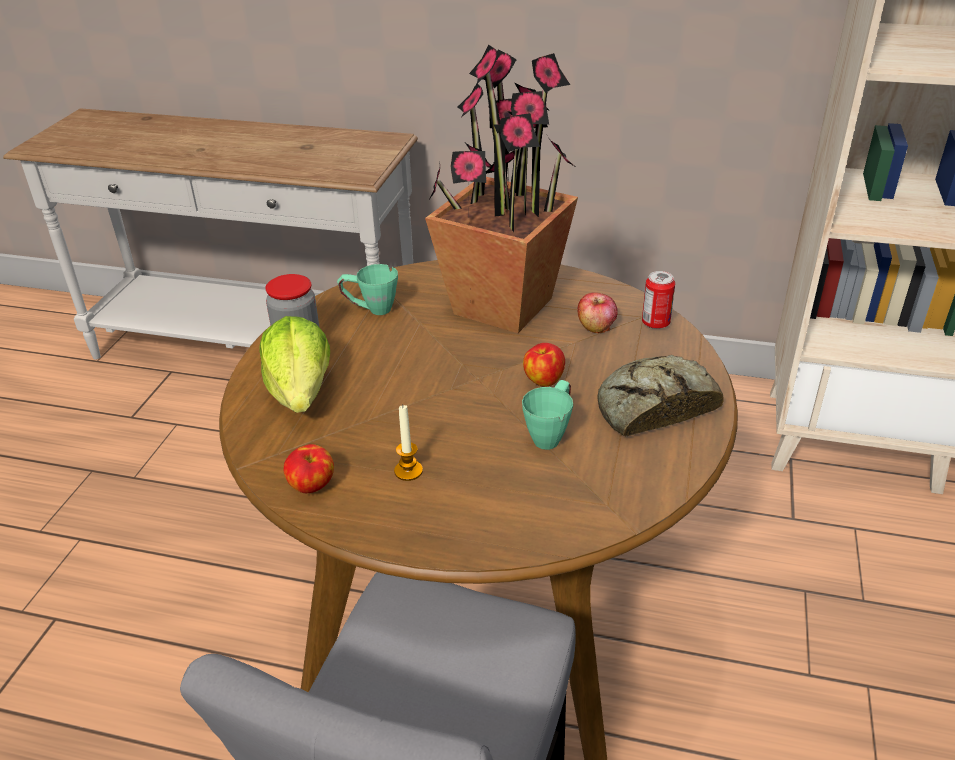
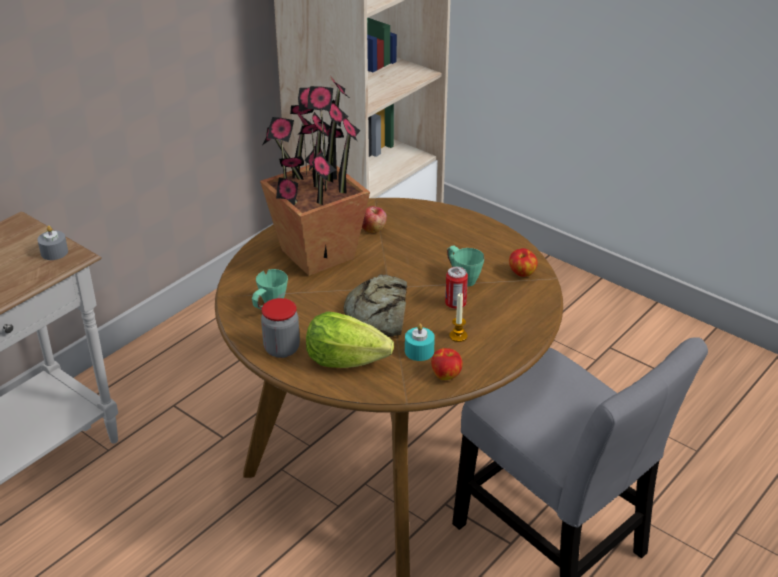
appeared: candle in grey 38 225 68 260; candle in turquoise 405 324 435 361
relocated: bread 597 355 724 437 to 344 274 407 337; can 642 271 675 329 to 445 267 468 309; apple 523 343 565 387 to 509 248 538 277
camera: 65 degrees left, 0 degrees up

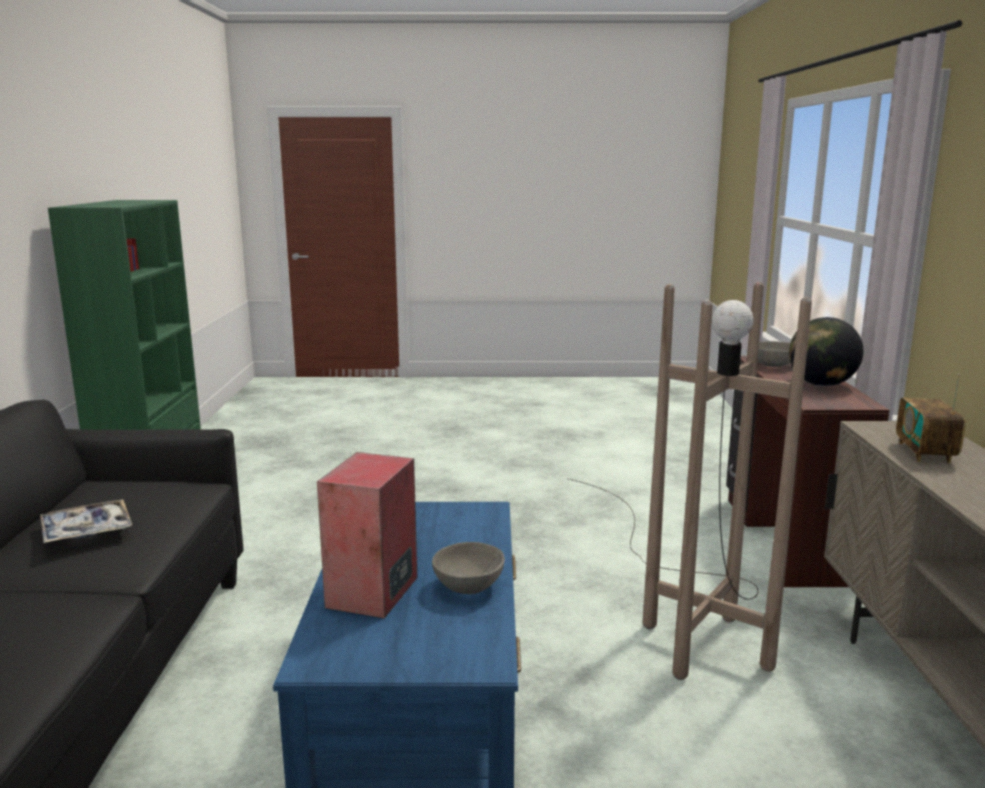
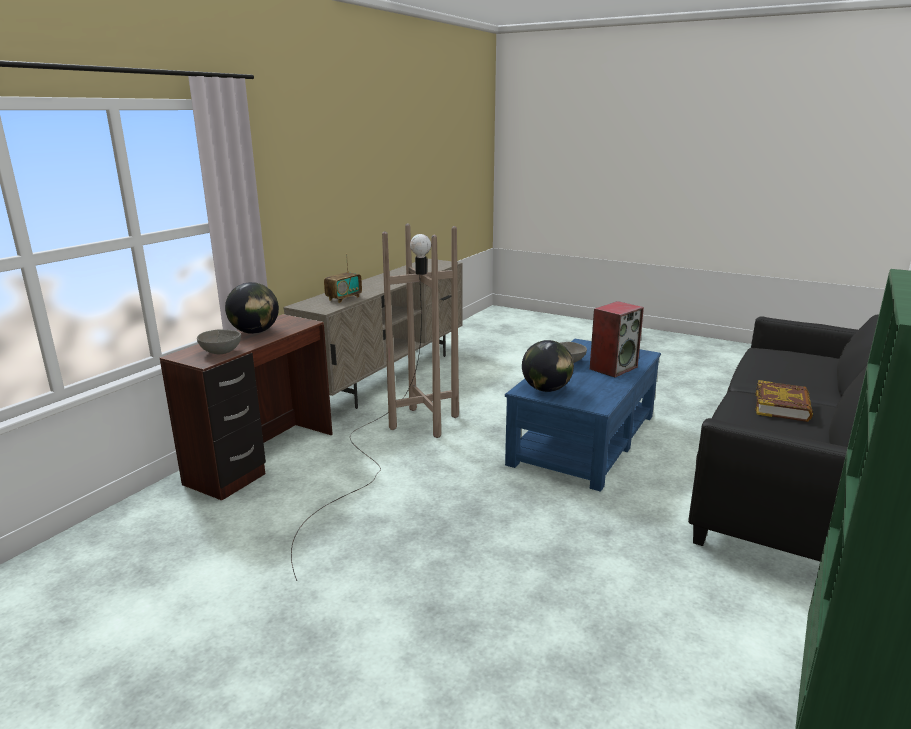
appeared: globe 522 340 574 392
exchanged: tray 40 499 132 543 to book 755 380 813 422
camera: 150 degrees left, 5 degrees up

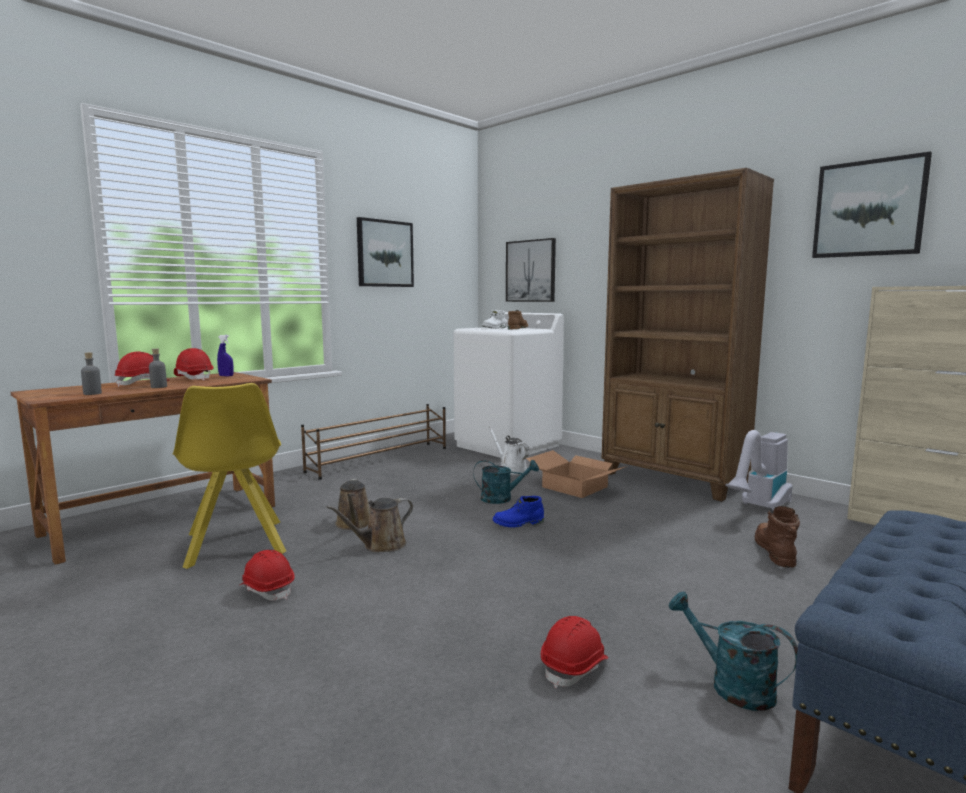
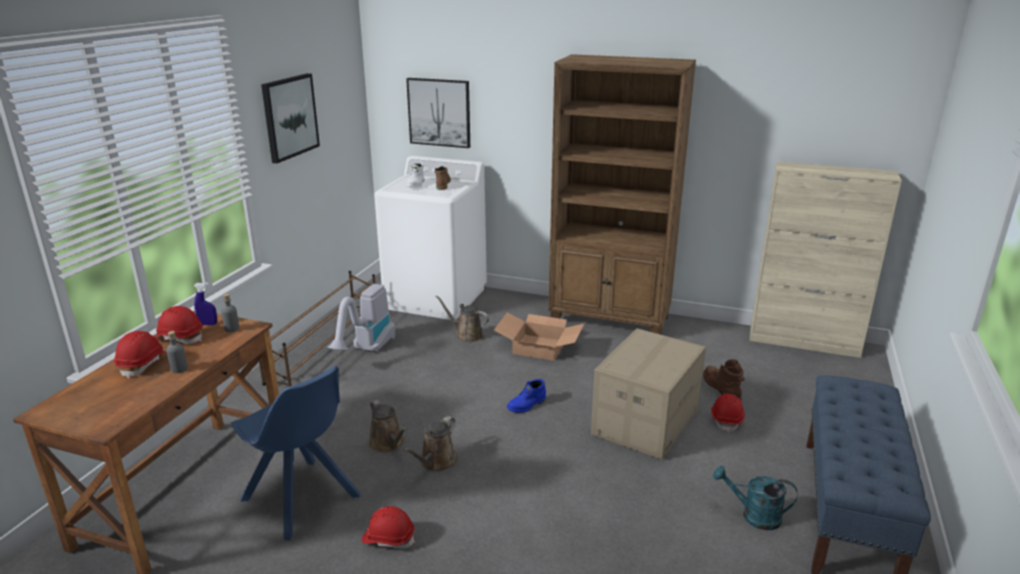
missing: watering can in turquoise 473 460 539 504; picture 812 151 932 258
appeared: cardboard box 591 328 706 460
relocated: bottle in grey 81 352 102 395 to 221 294 239 332; vacuum cleaner 725 430 793 511 to 328 284 395 352; hard hat in red 541 616 608 688 to 711 394 745 433
colour: chair in yellow 173 383 286 569 to chair in blue 231 366 360 540; watering can in white 488 427 530 474 to watering can in brown 435 295 489 342
camera: 25 degrees left, 15 degrees up

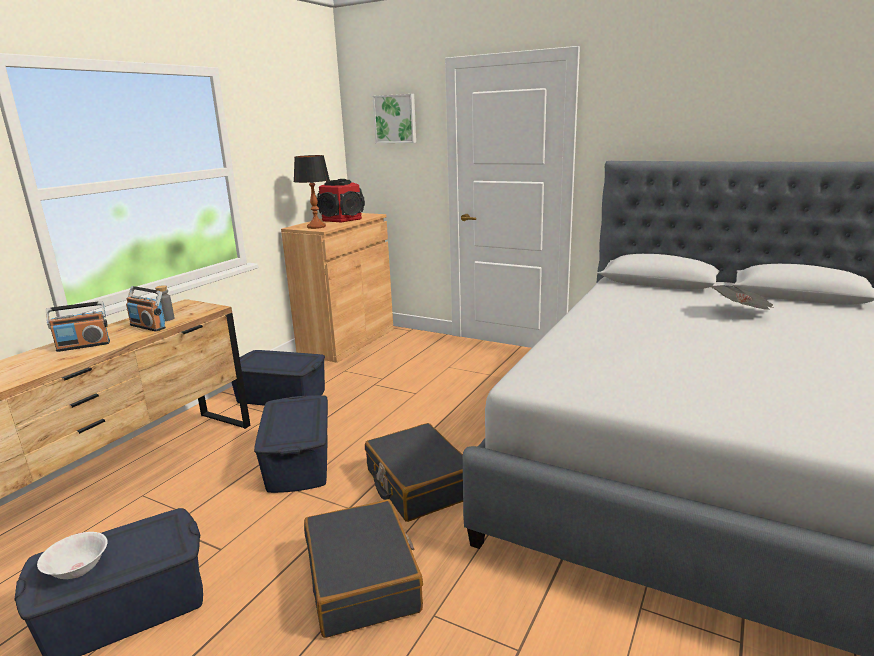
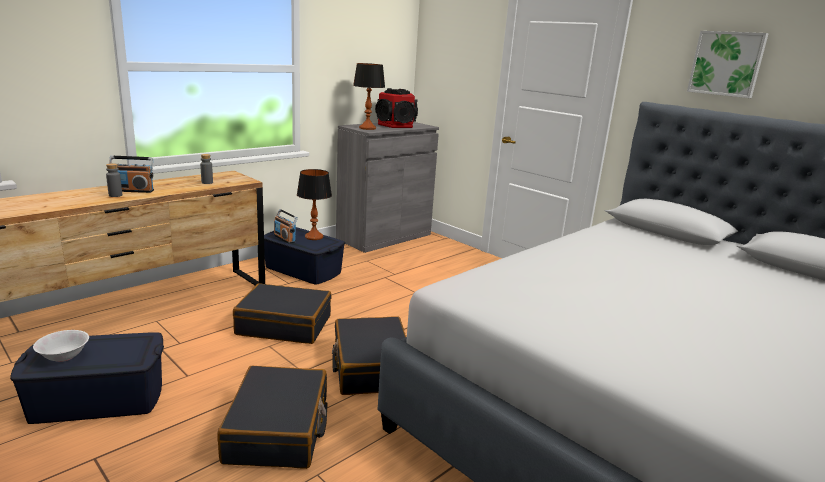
missing: newspaper 710 285 774 310
appeared: bottle in grey 106 163 122 197; table lamp 297 169 332 240
relocated: radio 126 286 166 332 to 274 209 298 244; picture 373 94 416 143 to 687 31 769 98
exchanged: storage box in blue 254 395 328 493 to suitcase in black 233 283 332 344
colour: cabinet in brown 281 213 394 363 to cabinet in grey 336 122 439 253
camera: 15 degrees right, 0 degrees up

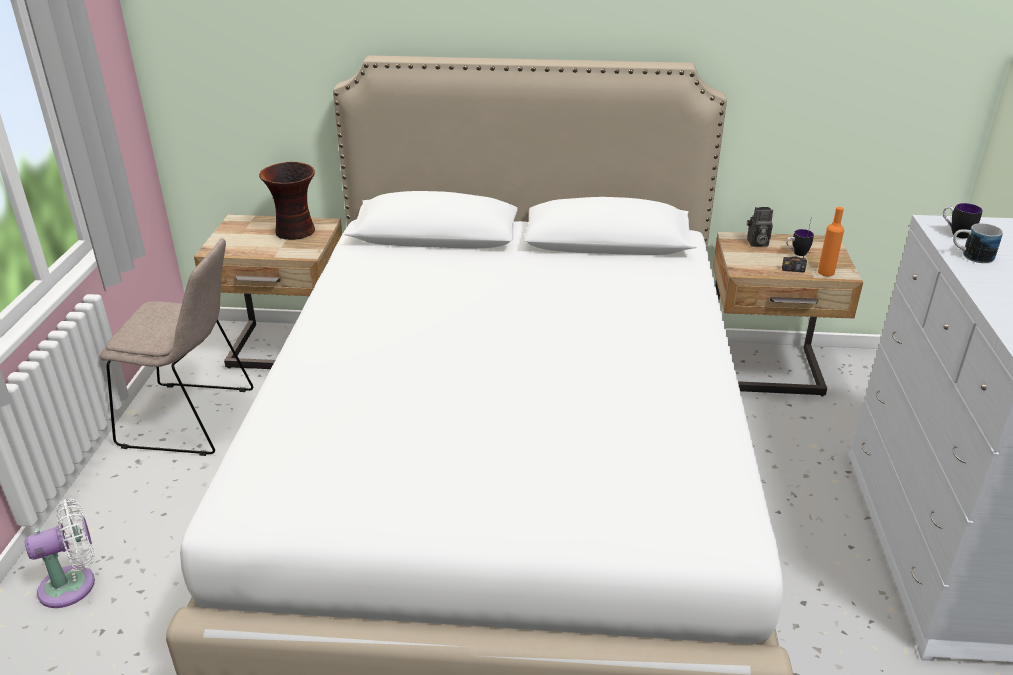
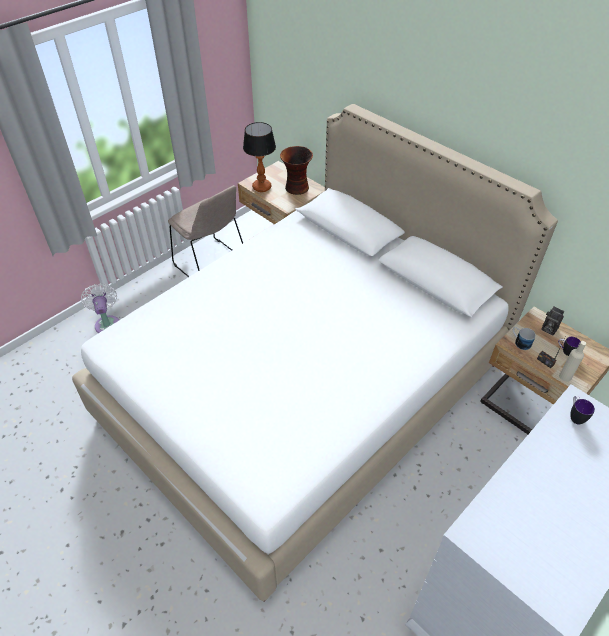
appeared: table lamp 243 122 276 192
relocated: mug 953 223 1003 263 to 513 327 536 350
colour: bottle in orange 818 207 844 277 to bottle in beige 559 341 586 382
spun: fan in white 25 499 95 608 = 81 283 119 333 120 degrees counterclockwise
camera: 40 degrees right, 15 degrees up

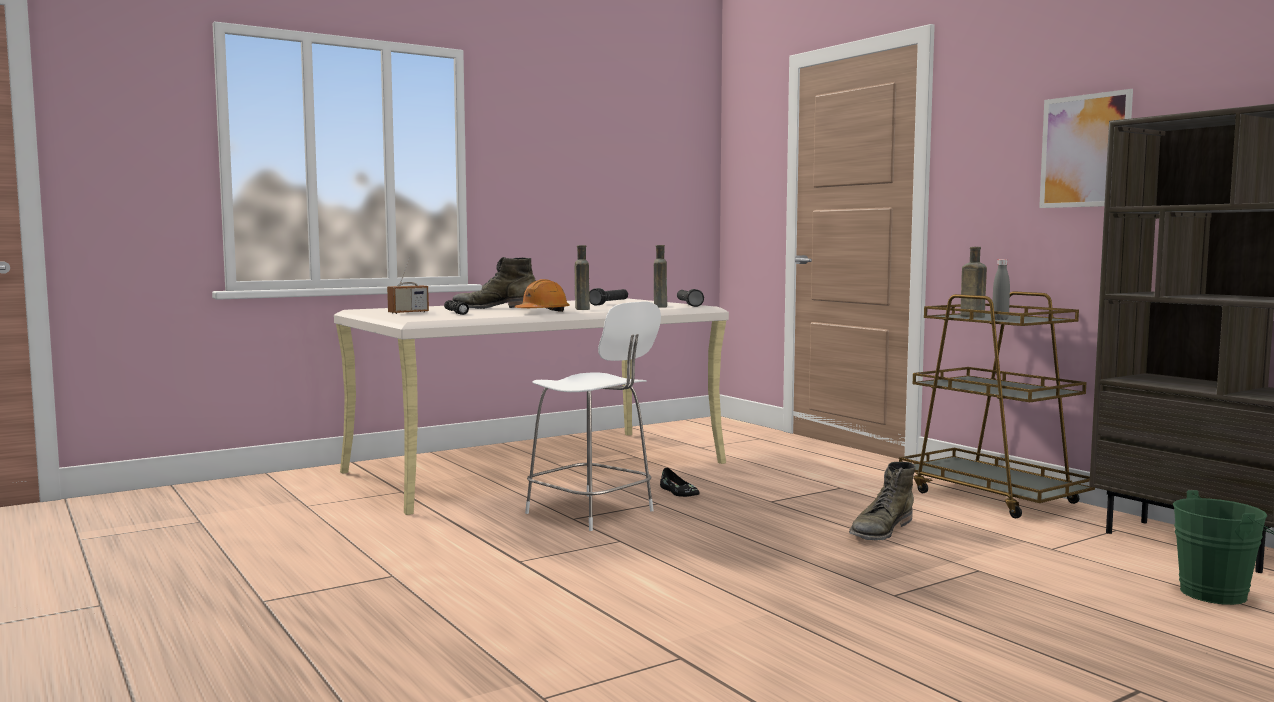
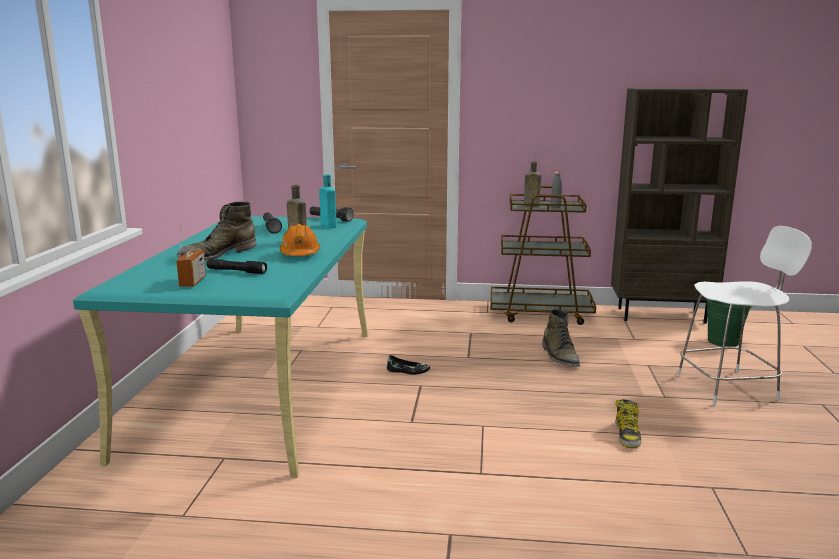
missing: picture 1039 89 1133 208
appeared: boot 615 399 641 449
relocated: chair in white 525 301 661 531 to 677 226 812 405
colour: desk in beige 334 298 729 515 to desk in turquoise 73 216 368 478; bottle in brown 654 245 667 308 to bottle in turquoise 319 174 337 228
camera: 50 degrees left, 10 degrees up

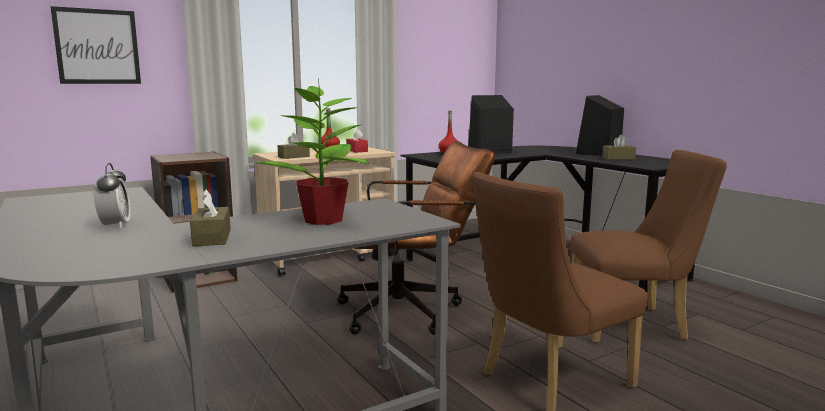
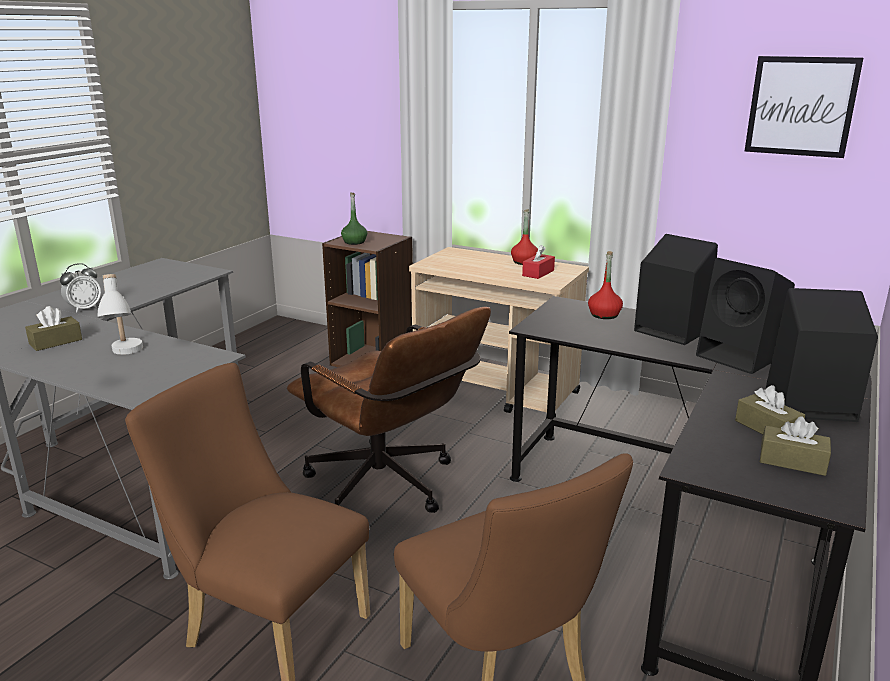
appeared: bottle in green 341 193 367 245; speaker in black 696 258 795 374
relocated: picture 50 6 141 84 to 744 56 863 158; tissue box in brown 277 133 310 159 to 760 416 831 476
exchanged: potted plant 256 79 369 225 to table lamp in white 98 274 143 355
camera: 60 degrees right, 10 degrees up

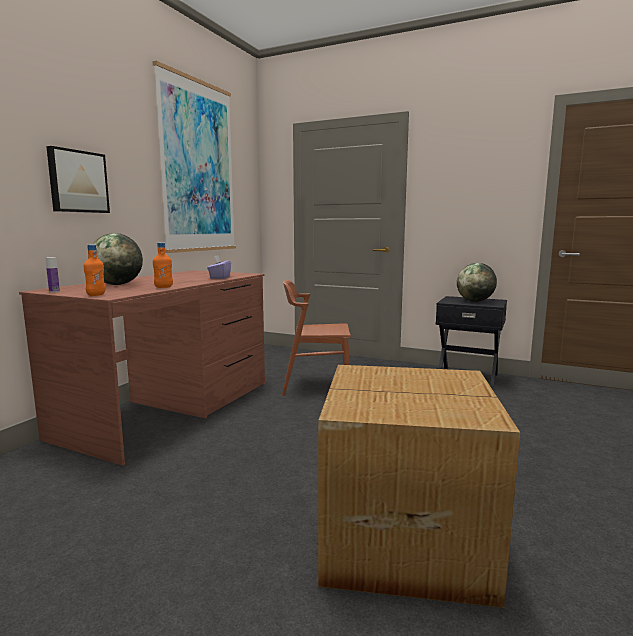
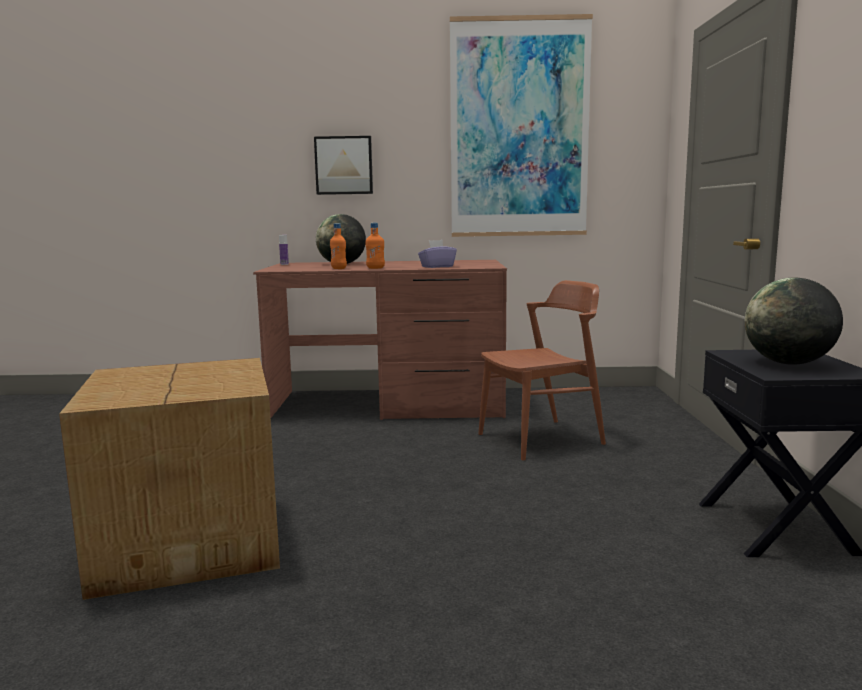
relocated: bottle in orange 84 245 106 296 to 366 223 385 269
spun: chair in brown 282 280 351 396 = 478 280 606 461 90 degrees clockwise
camera: 65 degrees right, 0 degrees up

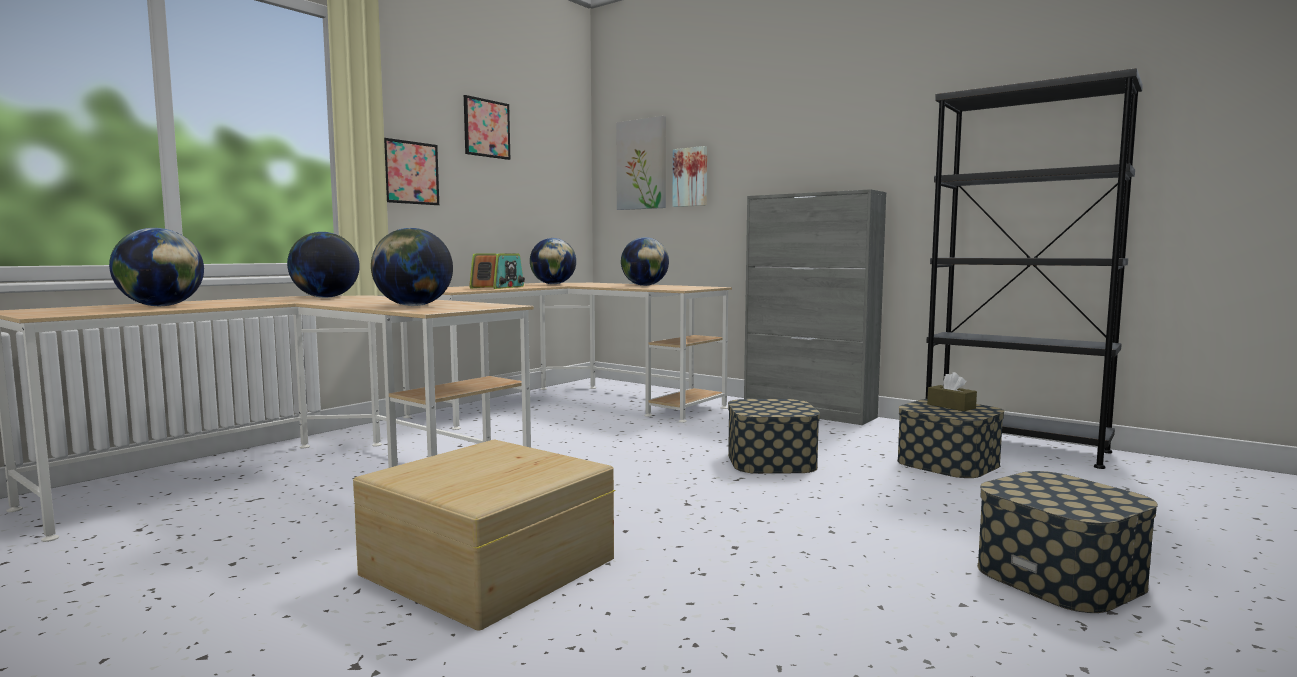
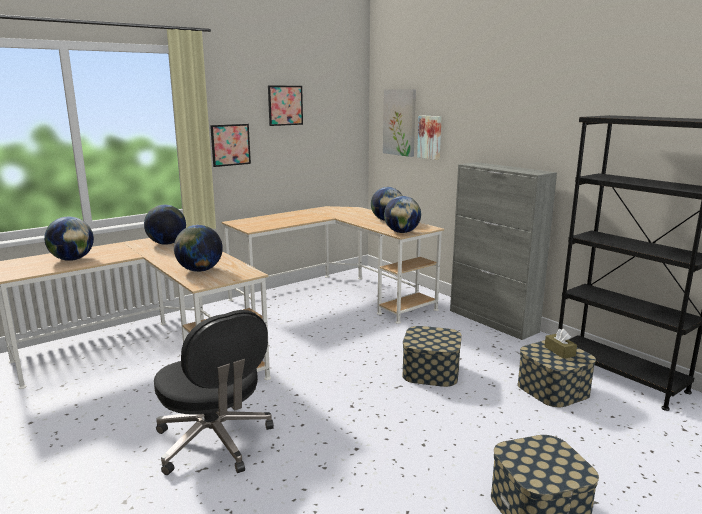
missing: radio 469 253 525 289
relocated: globe 530 238 576 284 to 384 196 421 233
exchanged: storage box in beige 353 439 616 631 to office chair in black 154 310 274 475
camera: 15 degrees right, 10 degrees up

